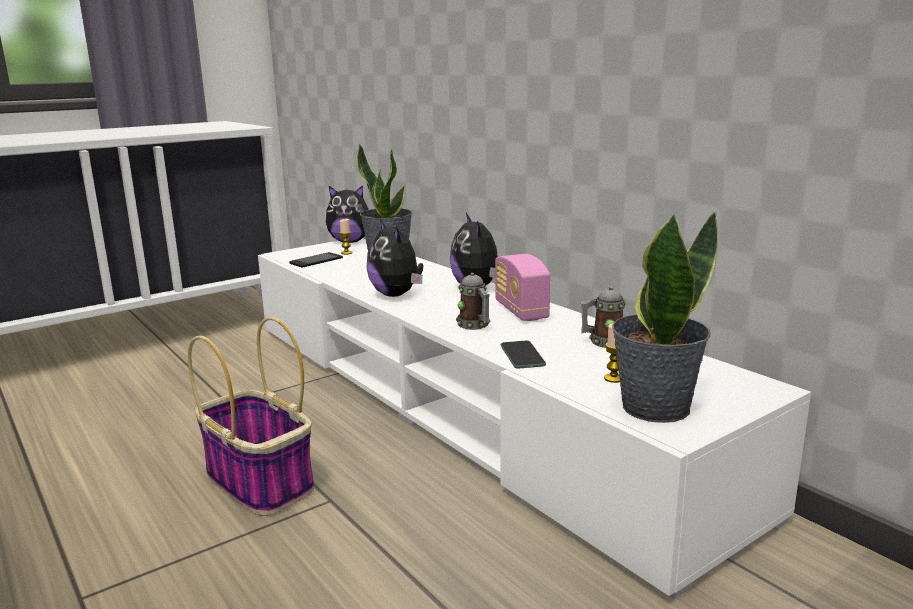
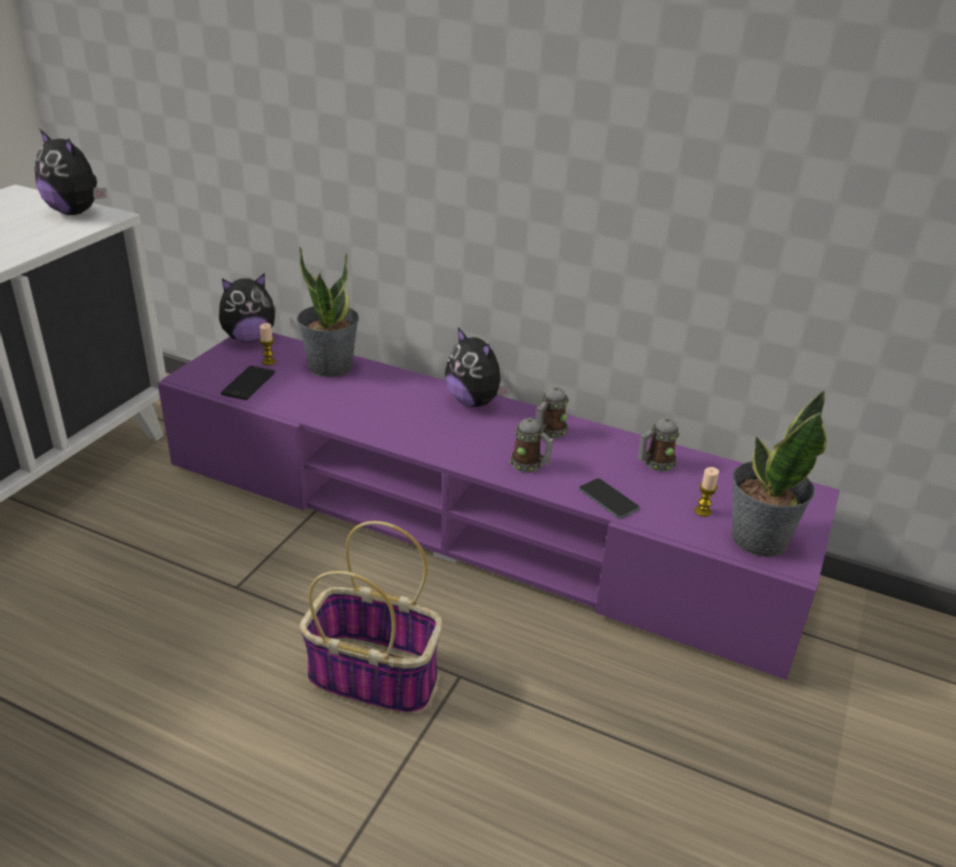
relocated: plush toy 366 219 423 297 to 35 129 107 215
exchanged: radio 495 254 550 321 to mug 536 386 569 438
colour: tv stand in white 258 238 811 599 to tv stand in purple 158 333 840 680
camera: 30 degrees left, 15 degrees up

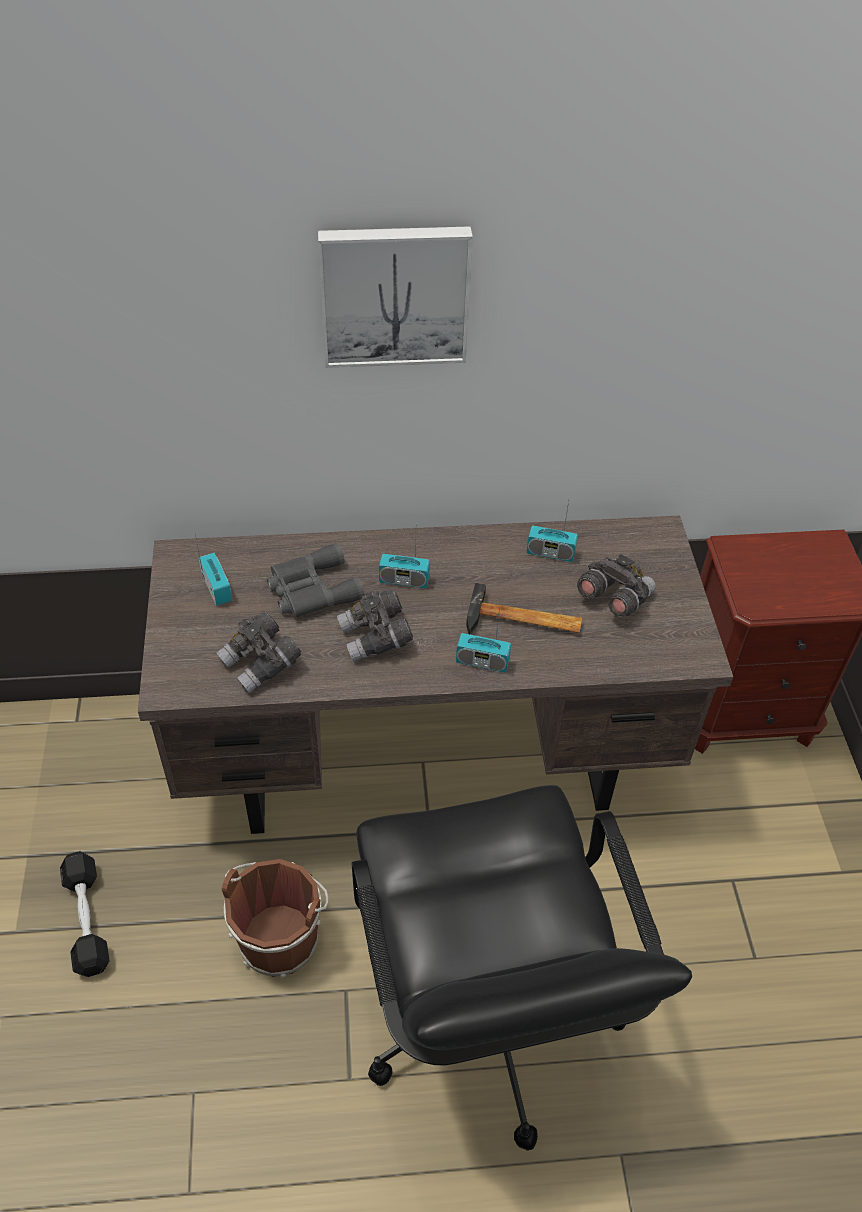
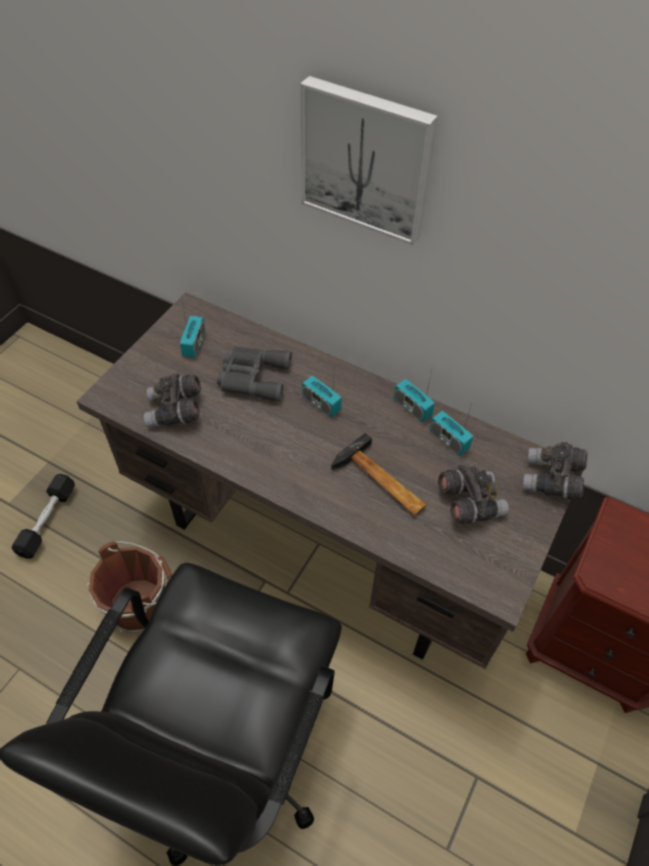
relocated: radio 456 606 511 673 to 394 370 435 422; binoculars in grey 337 590 413 662 to 523 442 587 499
camera: 35 degrees right, 5 degrees up

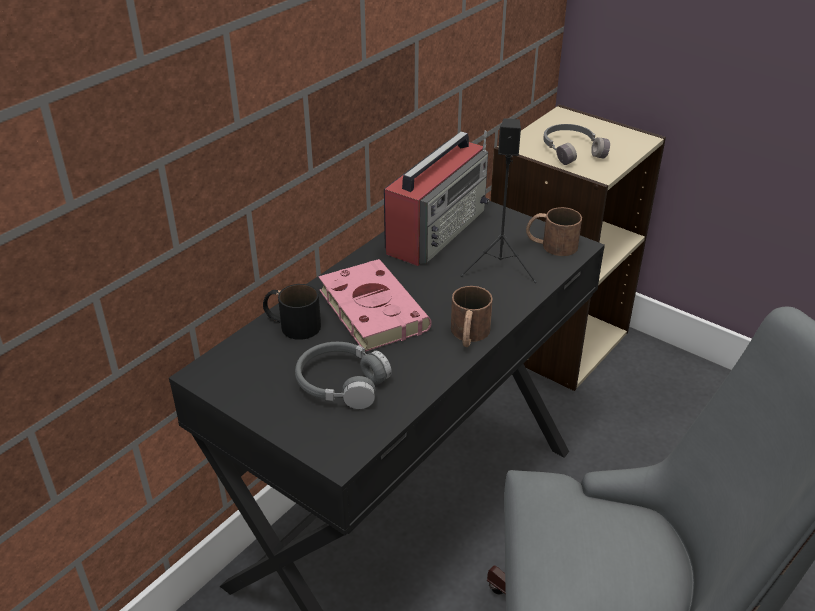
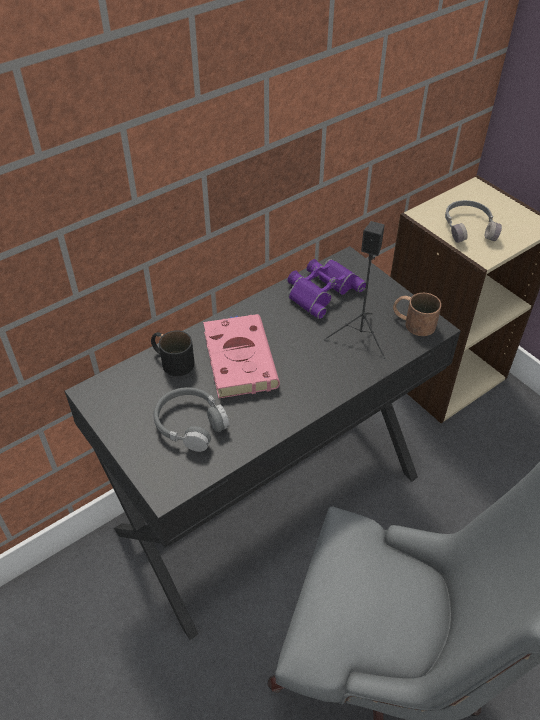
missing: mug in brown 451 286 493 347
exchanged: radio 384 131 490 266 to binoculars in purple 287 259 366 319
camera: 15 degrees right, 10 degrees up

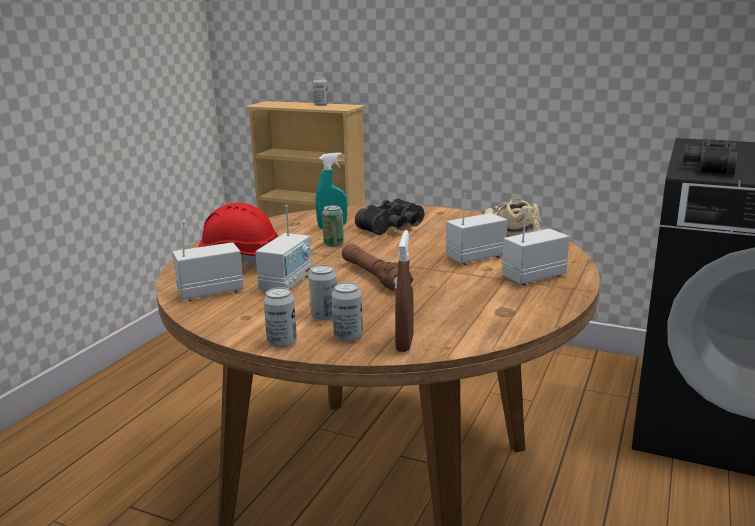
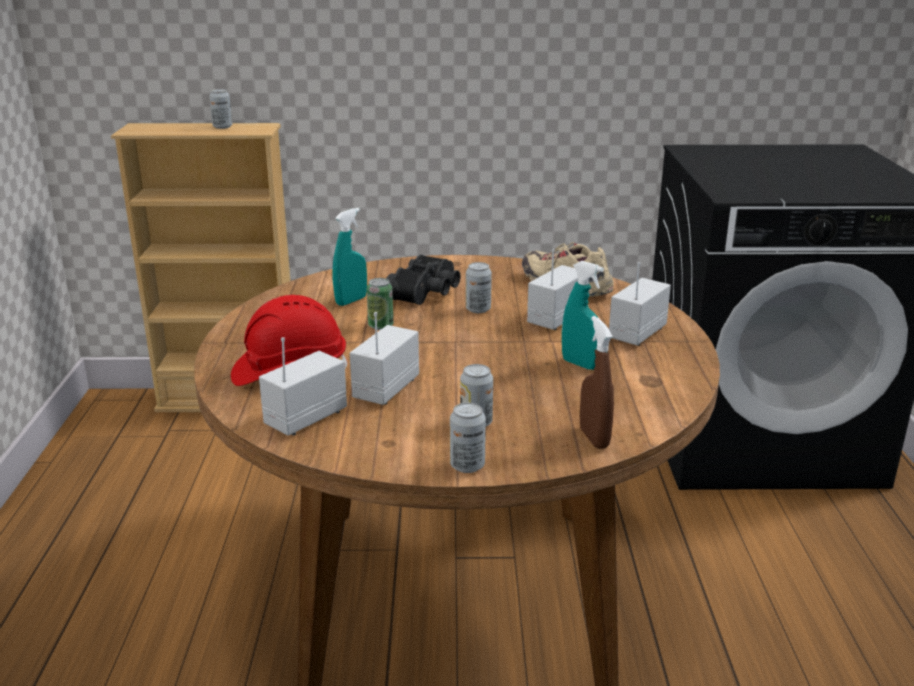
missing: flashlight in brown 342 244 413 291; binoculars in black 683 139 737 175
appeared: spray bottle in turquoise 562 261 604 370
relocated: can 332 282 363 342 to 466 262 492 313
spun: radio 255 205 312 291 = 350 312 419 405 150 degrees counterclockwise
camera: 25 degrees left, 5 degrees up

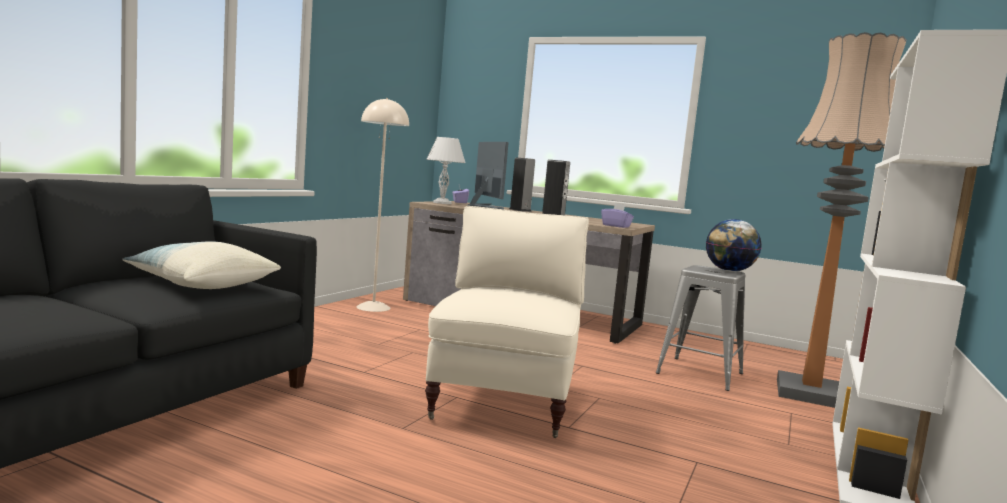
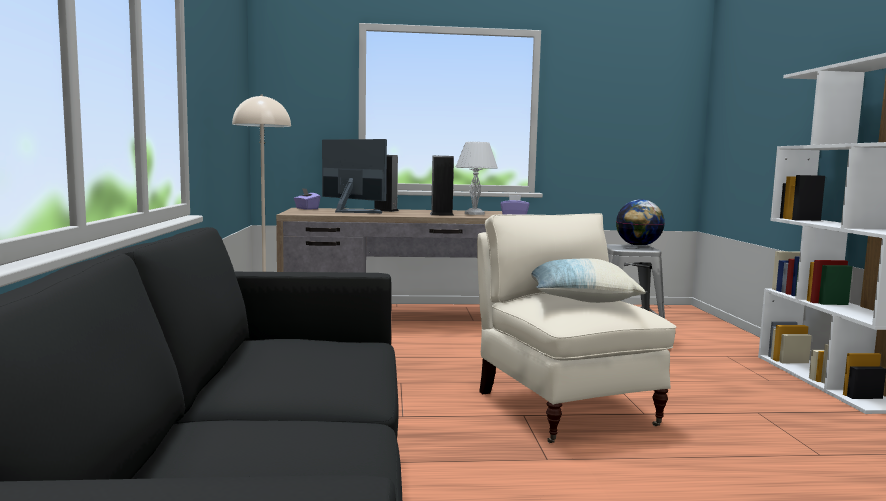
missing: floor lamp 777 32 907 408
relocated: table lamp in white 427 137 466 204 to 456 142 498 215; pillow 122 241 281 289 to 531 259 646 303
camera: 30 degrees left, 0 degrees up

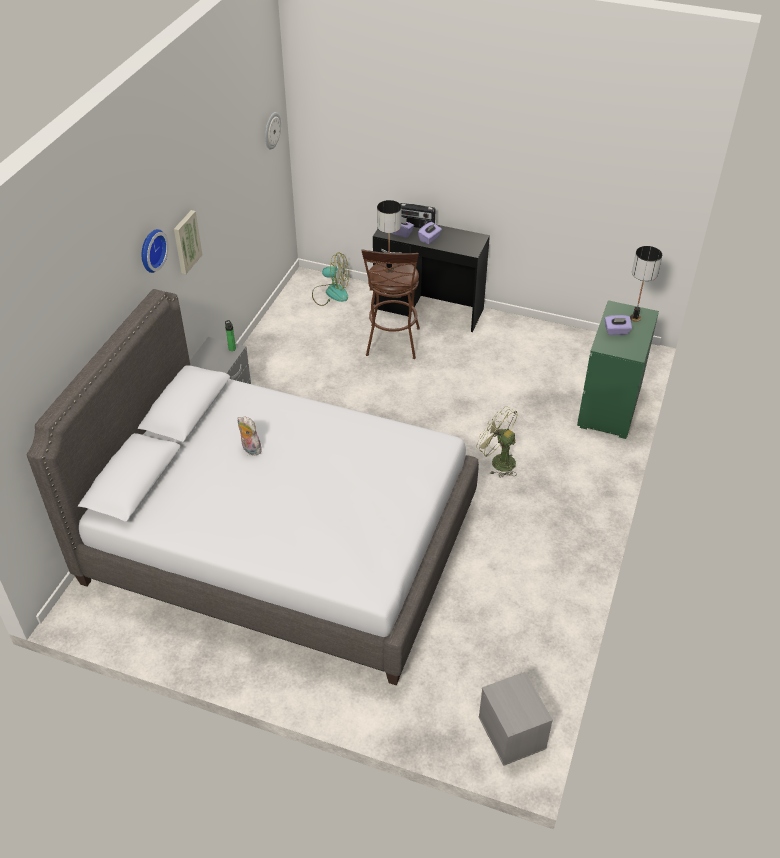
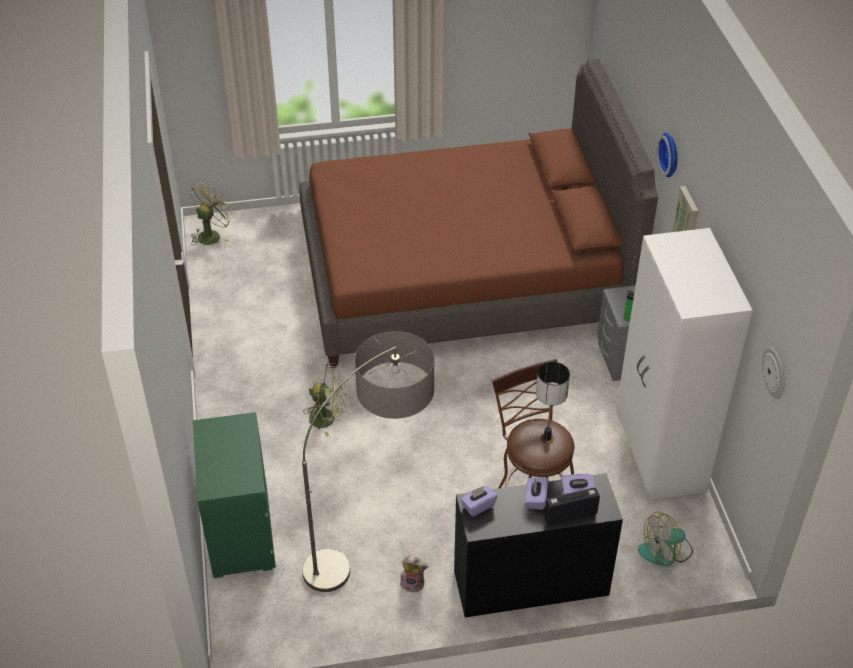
missing: table lamp 630 246 662 322
appeared: floor lamp 302 331 434 592; wardrobe in white 616 228 753 500
relocated: plush toy 237 416 262 455 to 399 555 428 592; tissue box in purple 605 315 632 335 to 461 485 497 517
exchanged: storage box in grey 478 672 553 766 to fan in green 190 183 234 245
colour: bed in grey 27 289 479 686 to bed in brown 299 59 658 368
camera: 150 degrees right, 0 degrees up

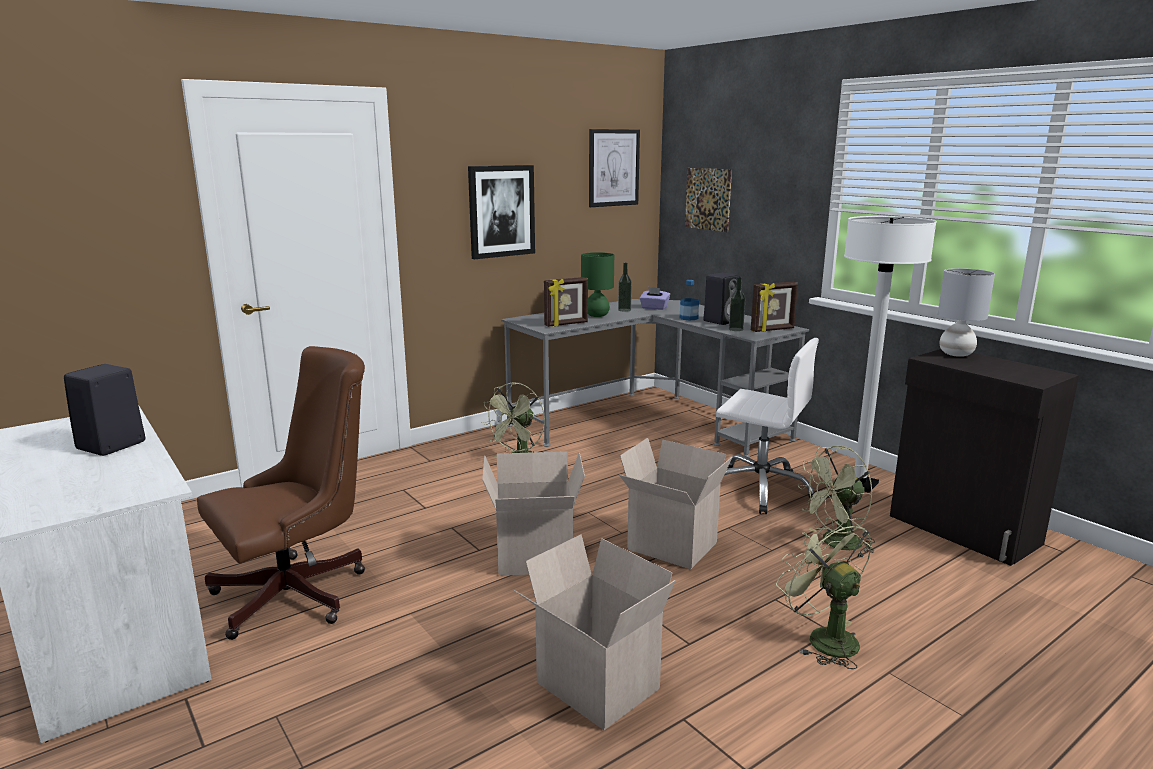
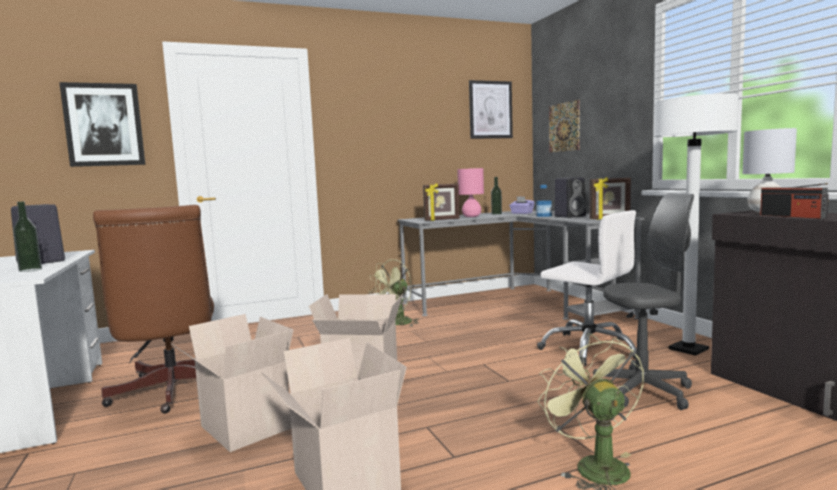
appeared: radio 760 183 829 219
relocated: bottle 729 277 745 331 to 13 201 42 272; picture 468 165 535 259 to 59 82 145 167; cardboard box 619 438 732 569 to 170 314 294 452
exchanged: fan in green 798 445 875 557 to office chair in grey 593 193 694 410
colour: table lamp in green 581 252 614 317 to table lamp in pink 457 168 484 217
spun: office chair in brown 197 346 365 640 = 93 205 214 413 90 degrees clockwise
camera: 15 degrees right, 10 degrees down

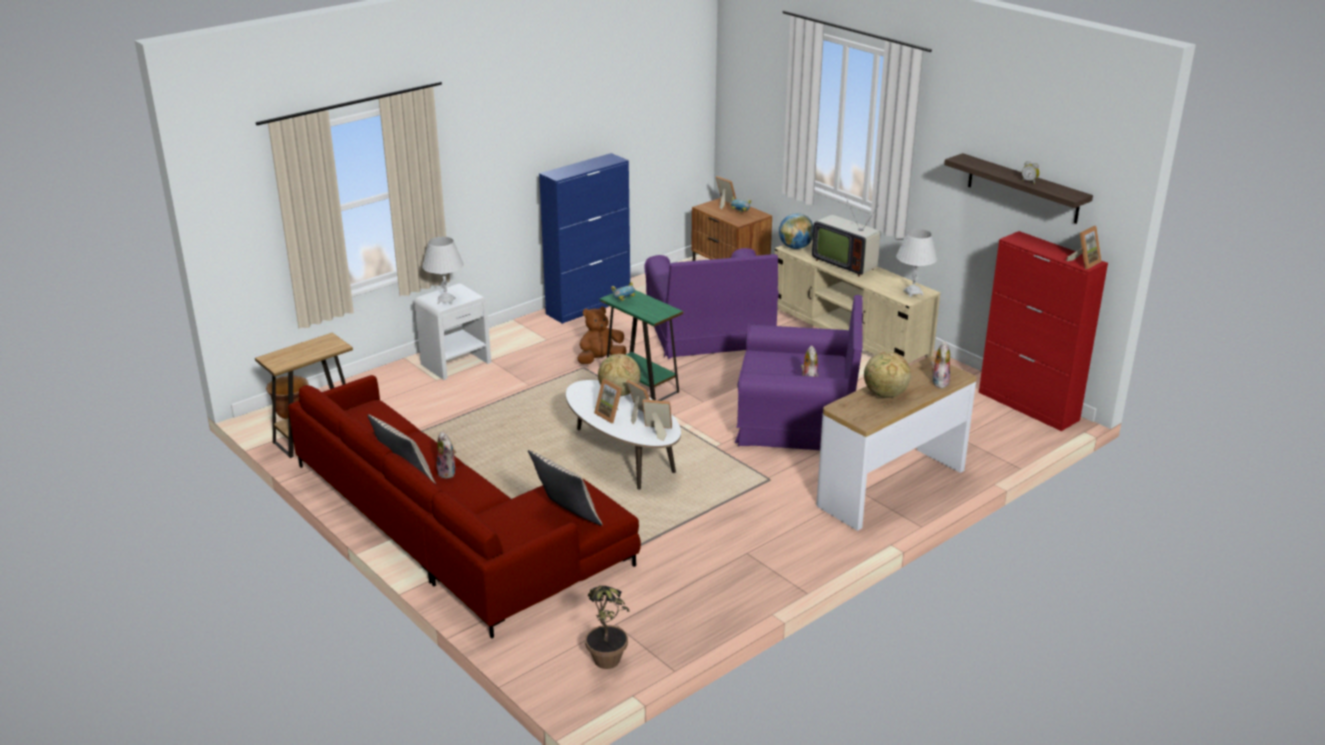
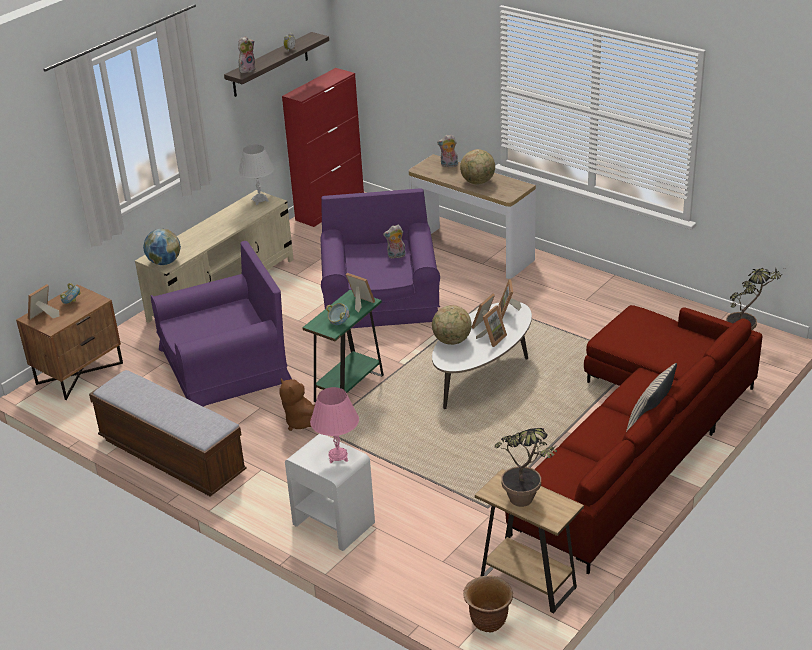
missing: pillow in beige 528 450 602 526; television 812 198 880 277
appeared: potted plant 494 428 558 507
relocated: plush toy 437 432 456 478 to 238 36 256 73; picture frame 1066 226 1102 269 to 346 273 375 313
exchanged: cabinet in blue 539 153 630 324 to bench 89 370 246 497
colour: table lamp in white 422 237 464 305 to table lamp in pink 310 387 359 463
camera: 100 degrees left, 5 degrees up

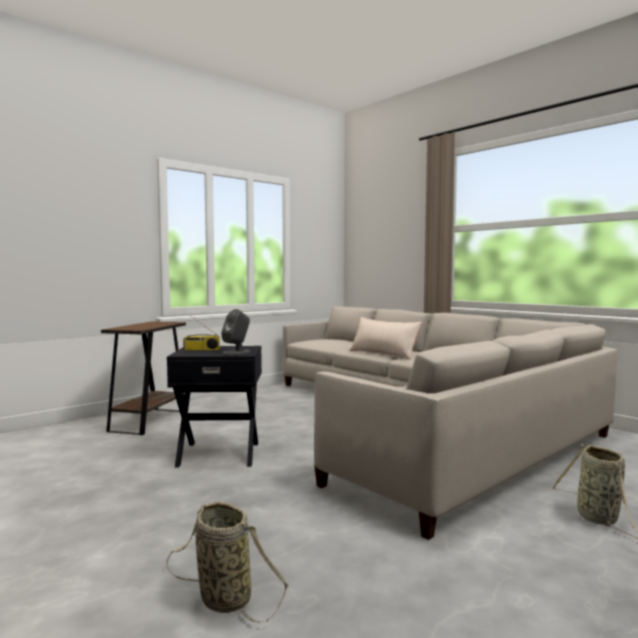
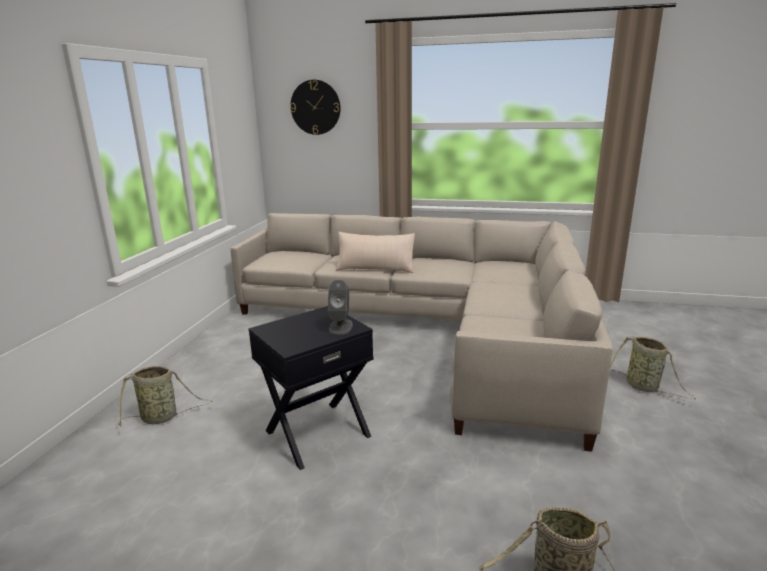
missing: radio 183 316 220 350
appeared: wall clock 290 80 341 135
exchanged: side table in brown 101 321 186 435 to basket 118 366 213 427
camera: 35 degrees left, 15 degrees up

